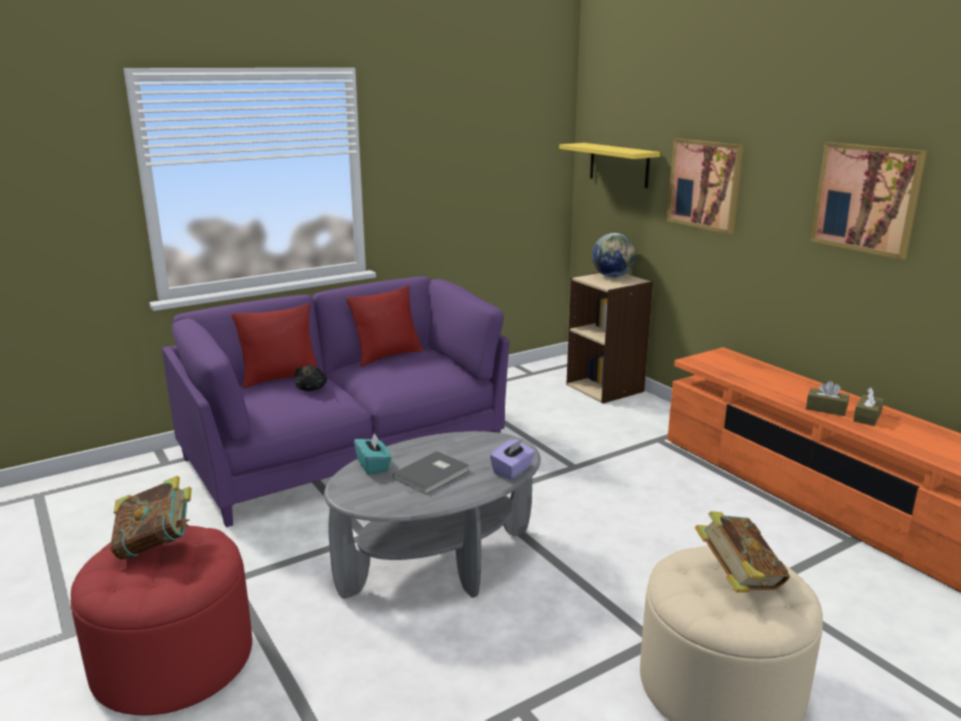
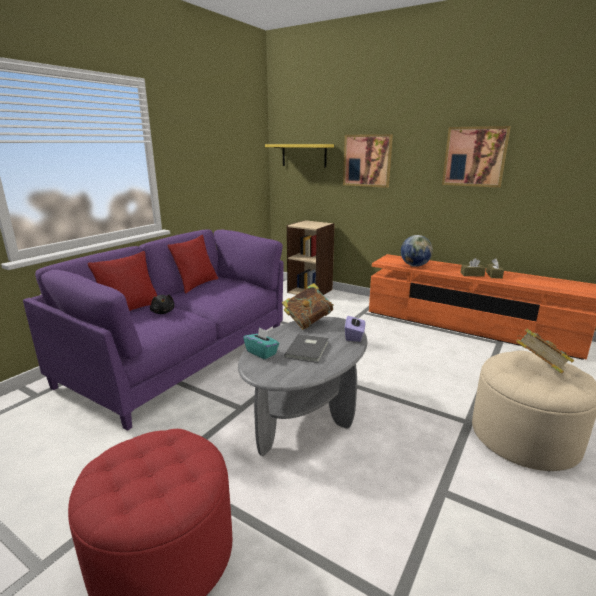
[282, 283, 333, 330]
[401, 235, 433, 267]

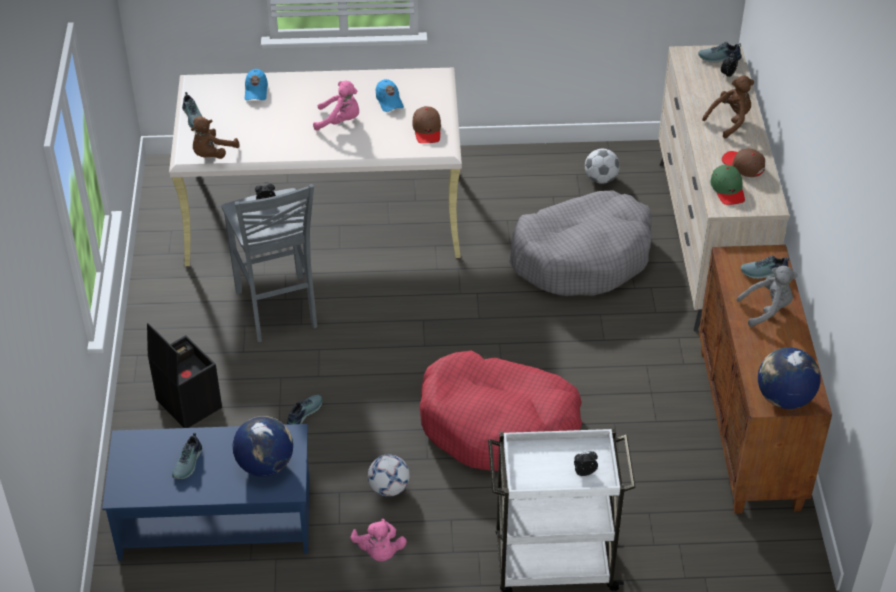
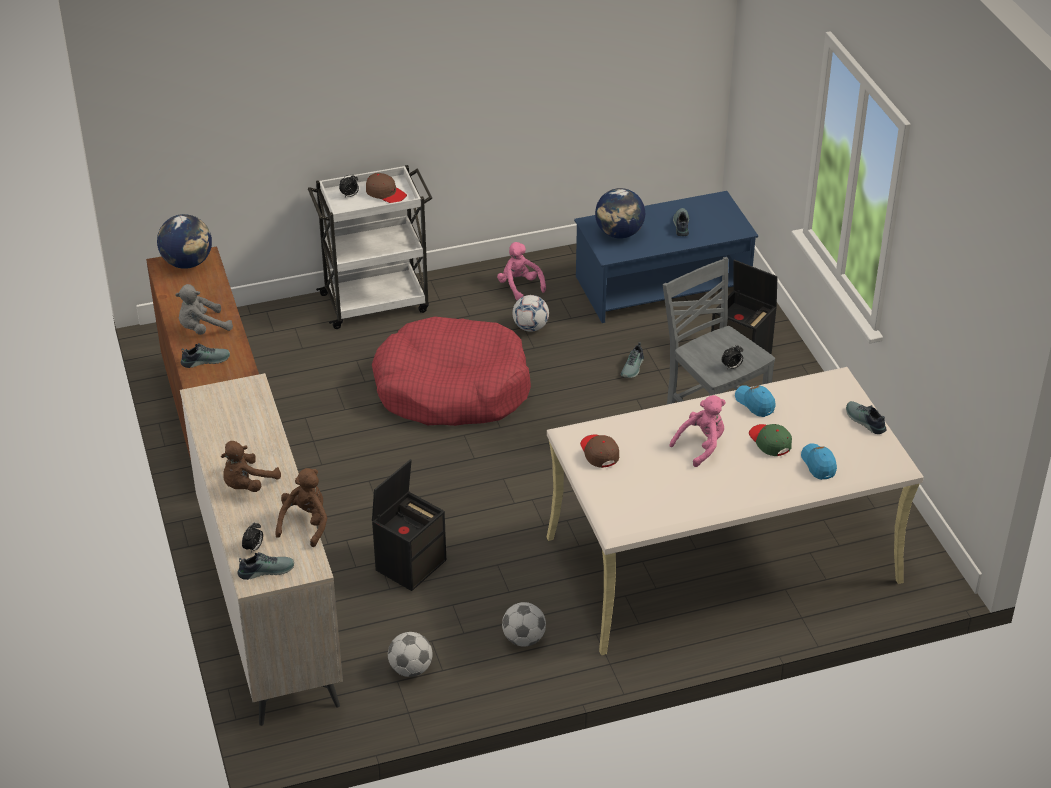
[275, 468, 327, 547]
[366, 173, 407, 203]
[372, 459, 446, 591]
[502, 602, 546, 646]
[669, 395, 726, 467]
[735, 385, 776, 417]
[749, 424, 792, 456]

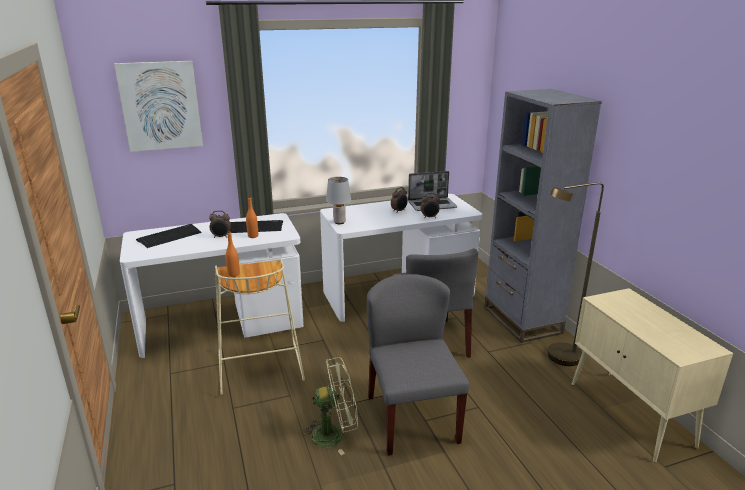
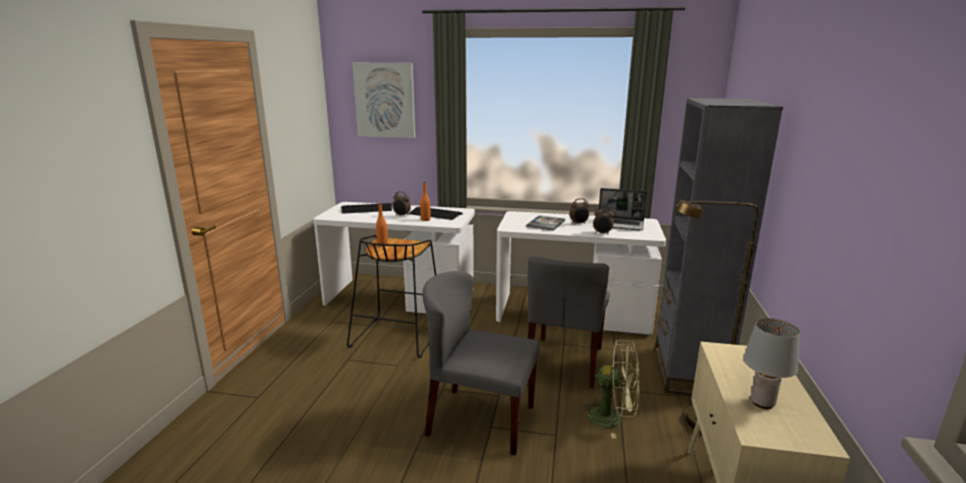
[347, 235, 436, 358]
[422, 271, 540, 456]
[526, 215, 565, 231]
[580, 340, 640, 439]
[743, 318, 800, 409]

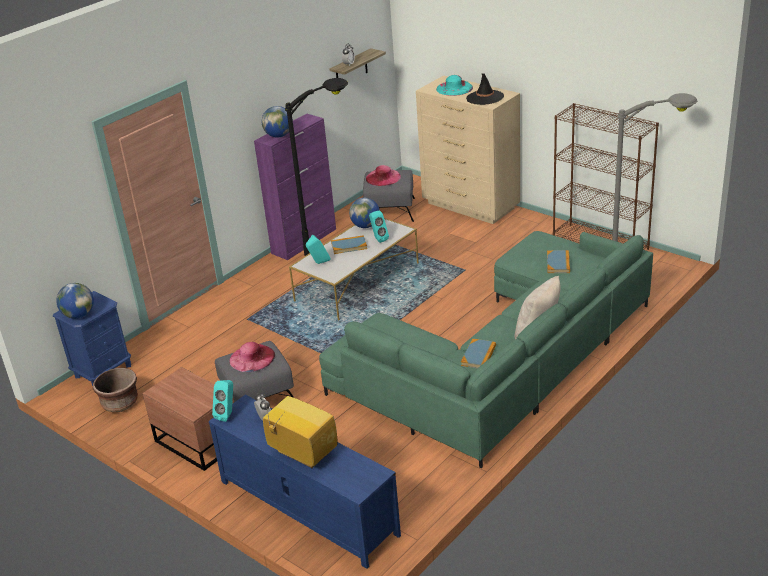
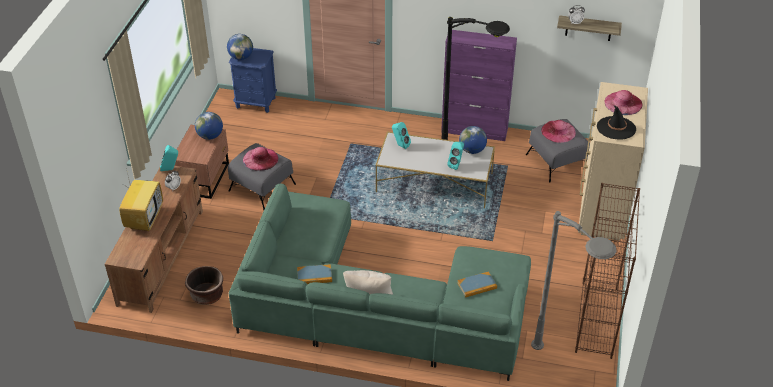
[105, 166, 203, 313]
[185, 266, 223, 305]
[195, 112, 223, 140]
[604, 90, 642, 115]
[331, 235, 367, 254] (first image)

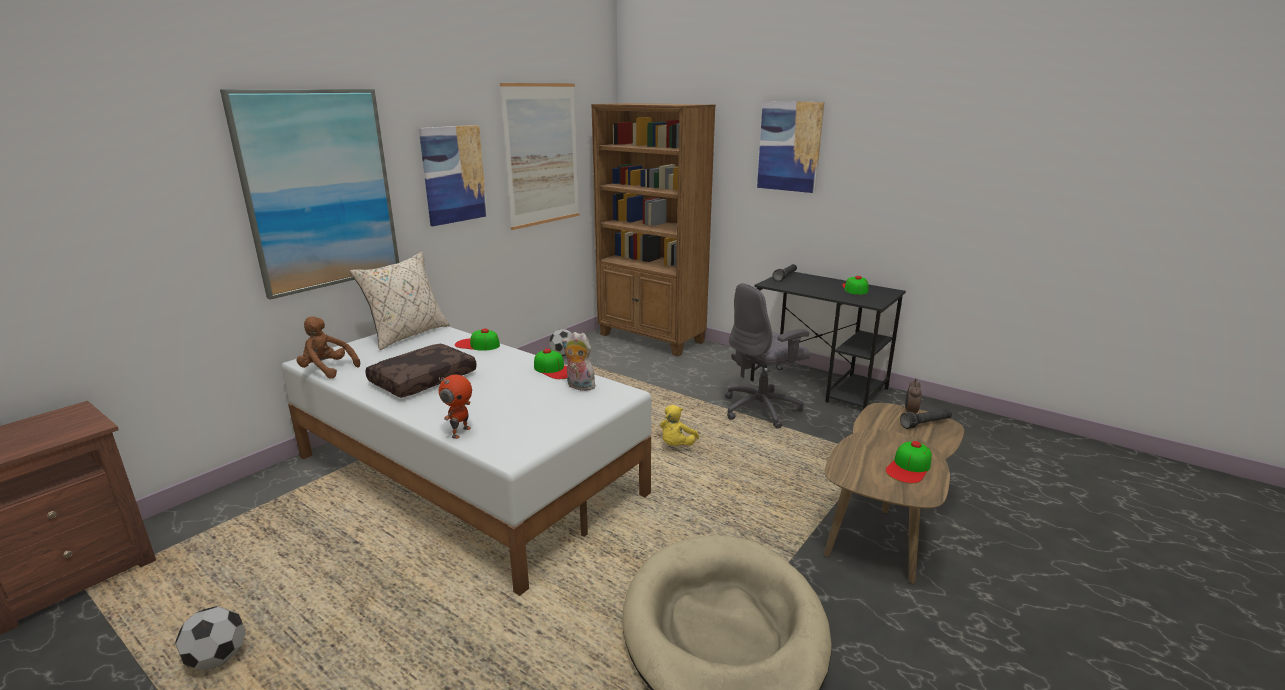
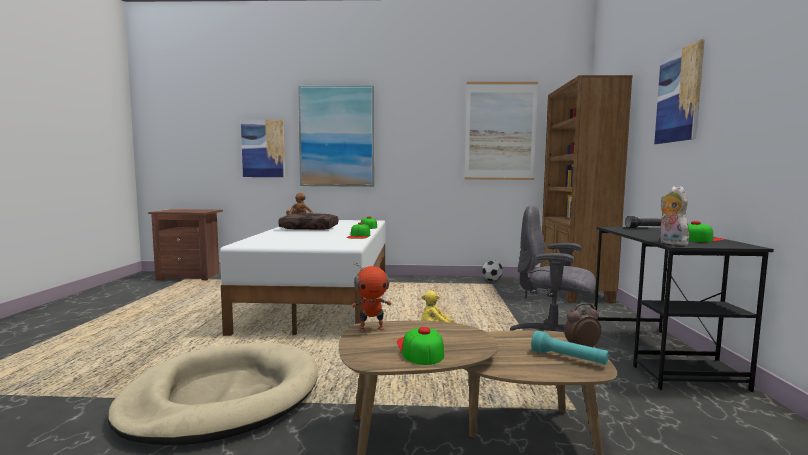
[241, 120, 285, 177]
[351, 261, 392, 332]
[397, 327, 444, 365]
[531, 330, 609, 365]
[660, 186, 689, 246]
[175, 606, 246, 671] (first image)
[350, 252, 450, 350] (first image)

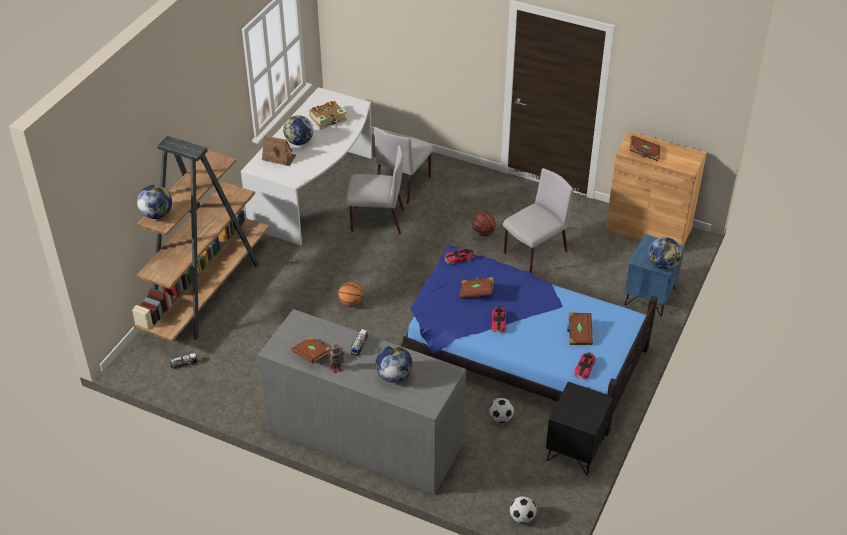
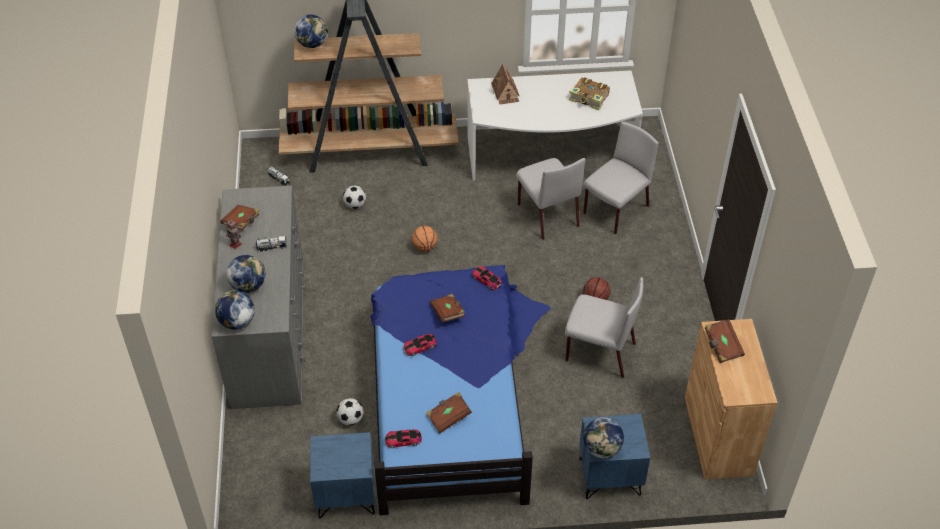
[214, 290, 255, 329]
[310, 432, 375, 518]
[343, 186, 366, 209]
[583, 122, 658, 234]

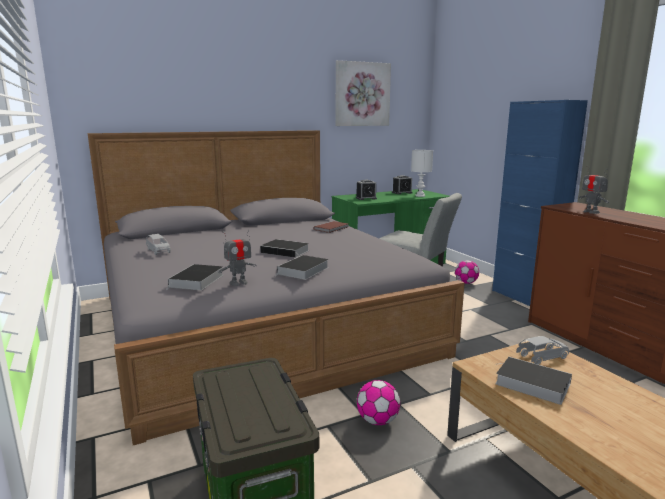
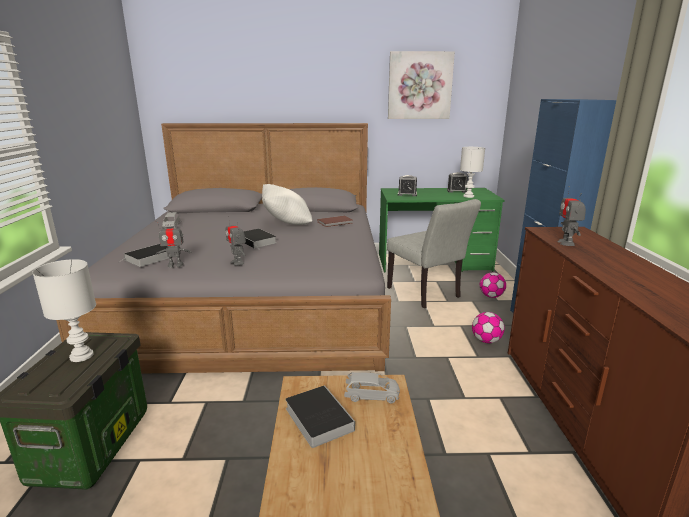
[32, 259, 96, 362]
[226, 216, 246, 265]
[262, 184, 312, 225]
[472, 312, 505, 343]

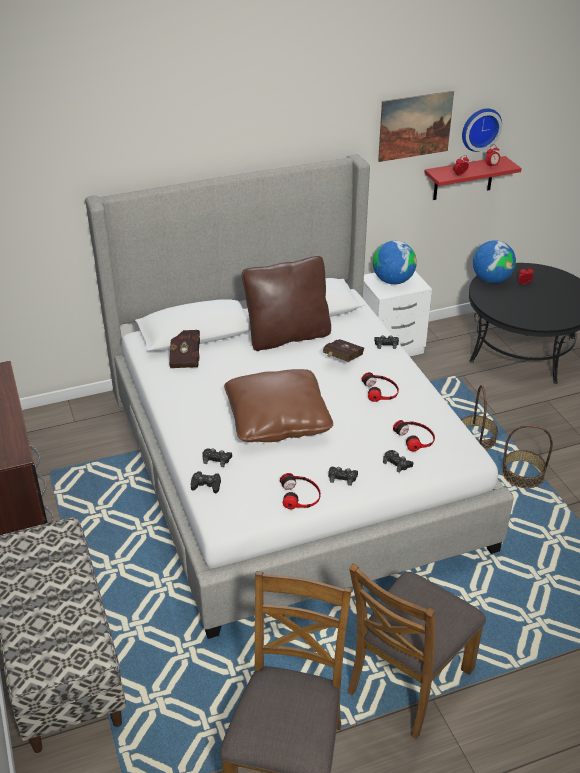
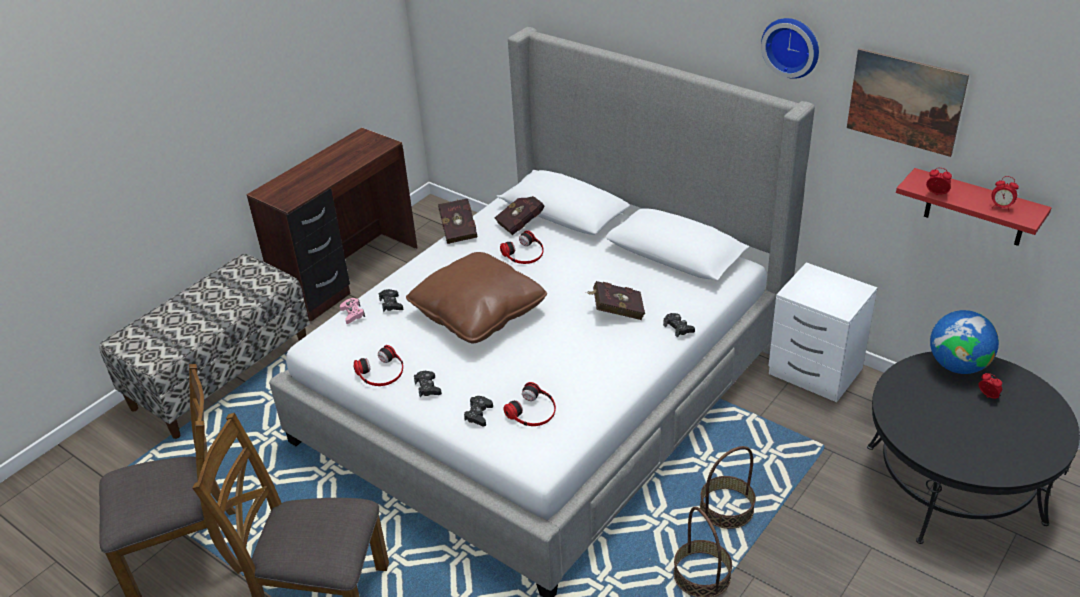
[340, 298, 365, 324]
[438, 198, 477, 244]
[500, 230, 544, 264]
[761, 18, 819, 79]
[242, 256, 331, 351] (first image)
[373, 241, 417, 285] (first image)

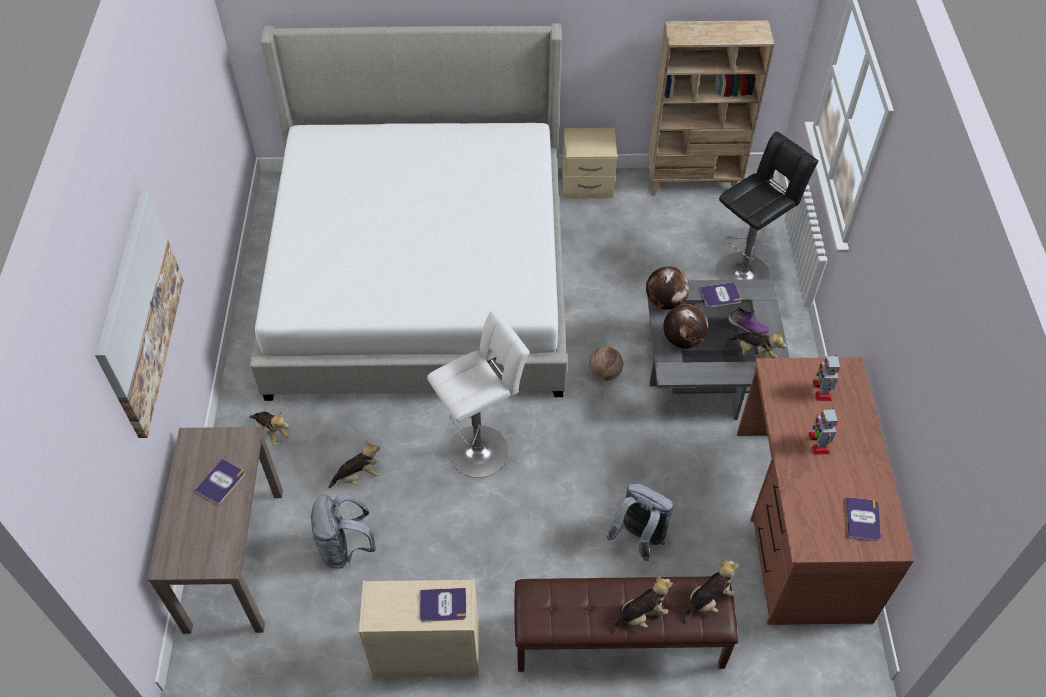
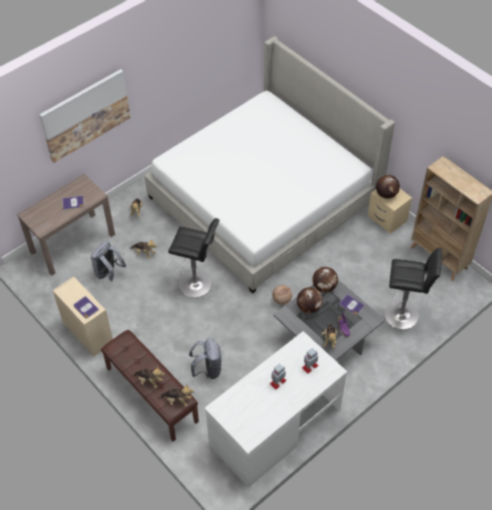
[168, 218, 220, 297]
[205, 331, 347, 488]
[376, 175, 400, 199]
[845, 497, 881, 541] (first image)

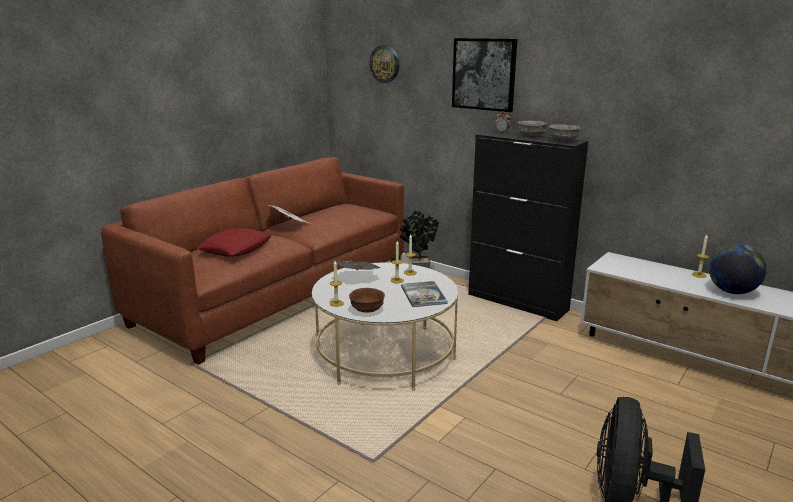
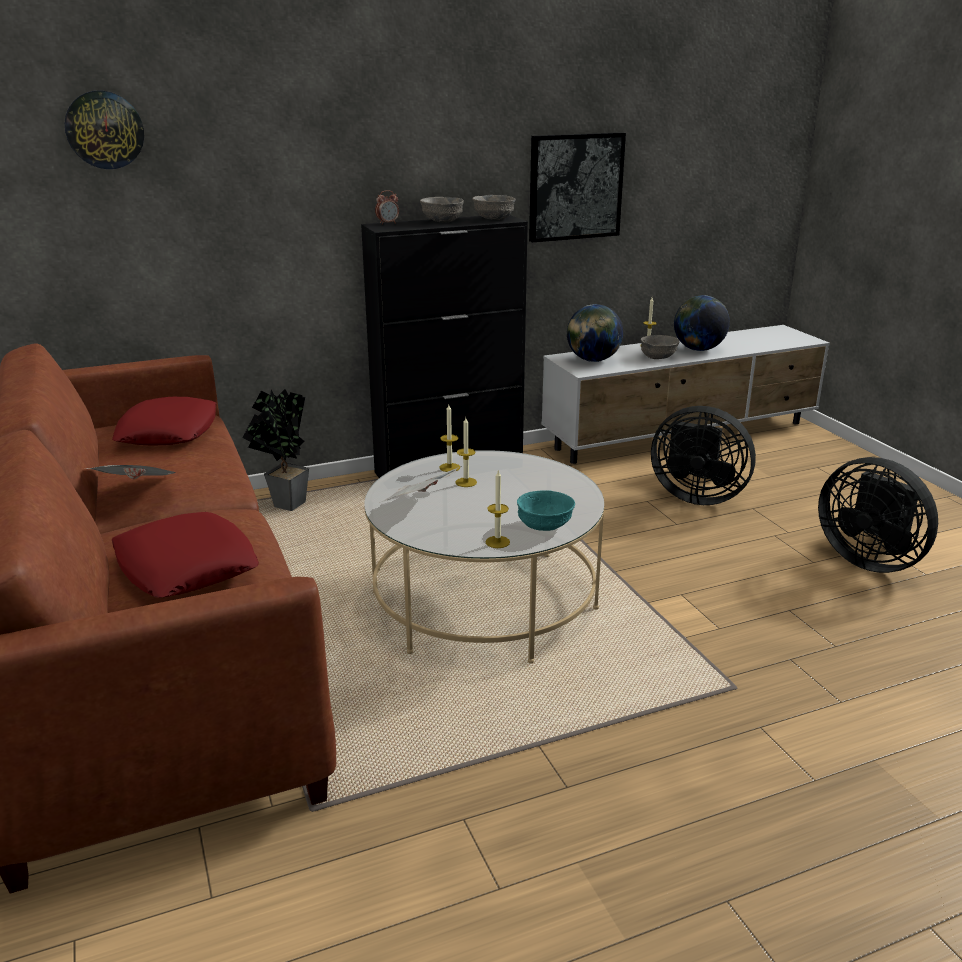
[112, 397, 217, 445]
[517, 490, 575, 531]
[529, 132, 626, 242]
[567, 304, 623, 362]
[641, 335, 680, 359]
[651, 406, 756, 505]
[401, 281, 448, 307] (first image)

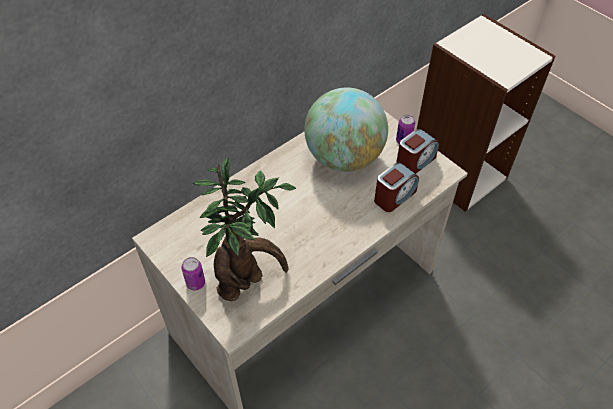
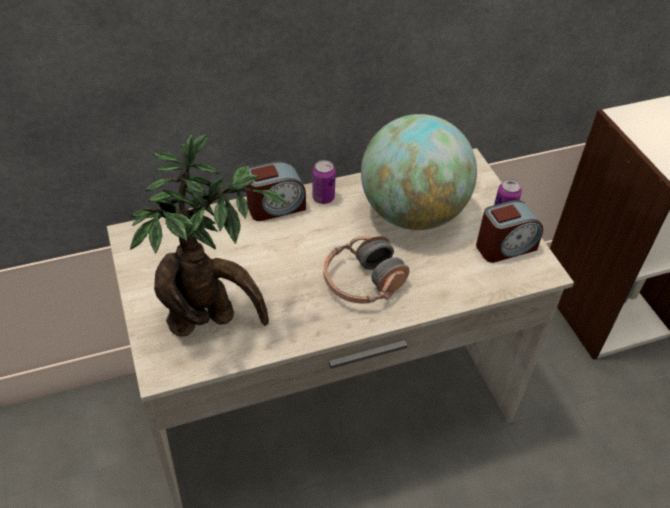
[246, 161, 306, 221]
[313, 160, 336, 204]
[323, 236, 410, 304]

